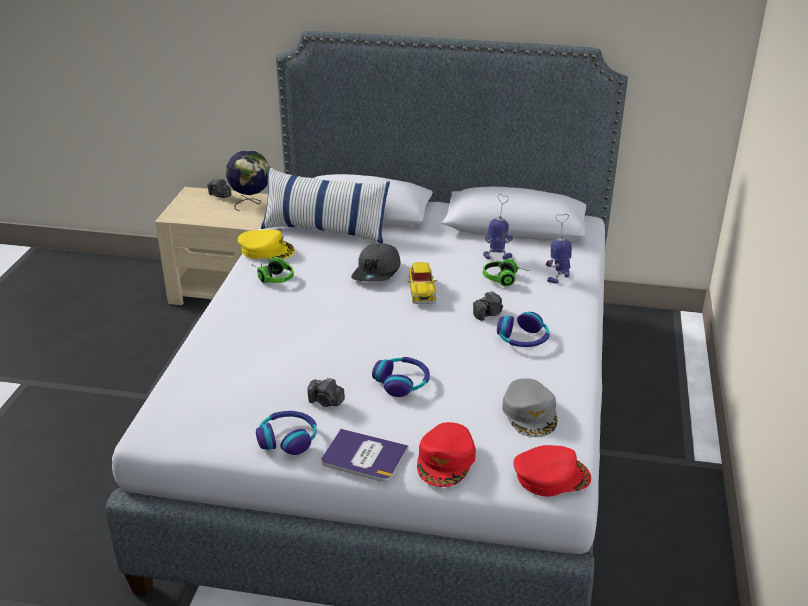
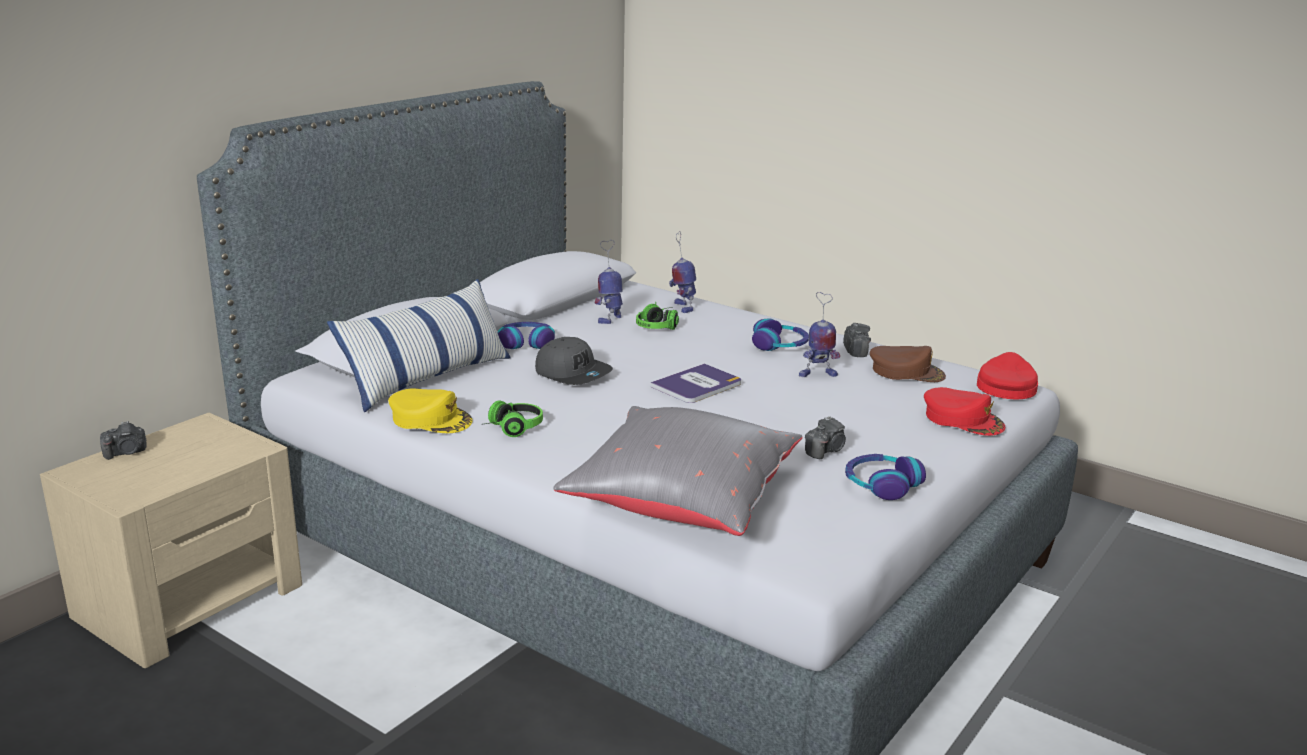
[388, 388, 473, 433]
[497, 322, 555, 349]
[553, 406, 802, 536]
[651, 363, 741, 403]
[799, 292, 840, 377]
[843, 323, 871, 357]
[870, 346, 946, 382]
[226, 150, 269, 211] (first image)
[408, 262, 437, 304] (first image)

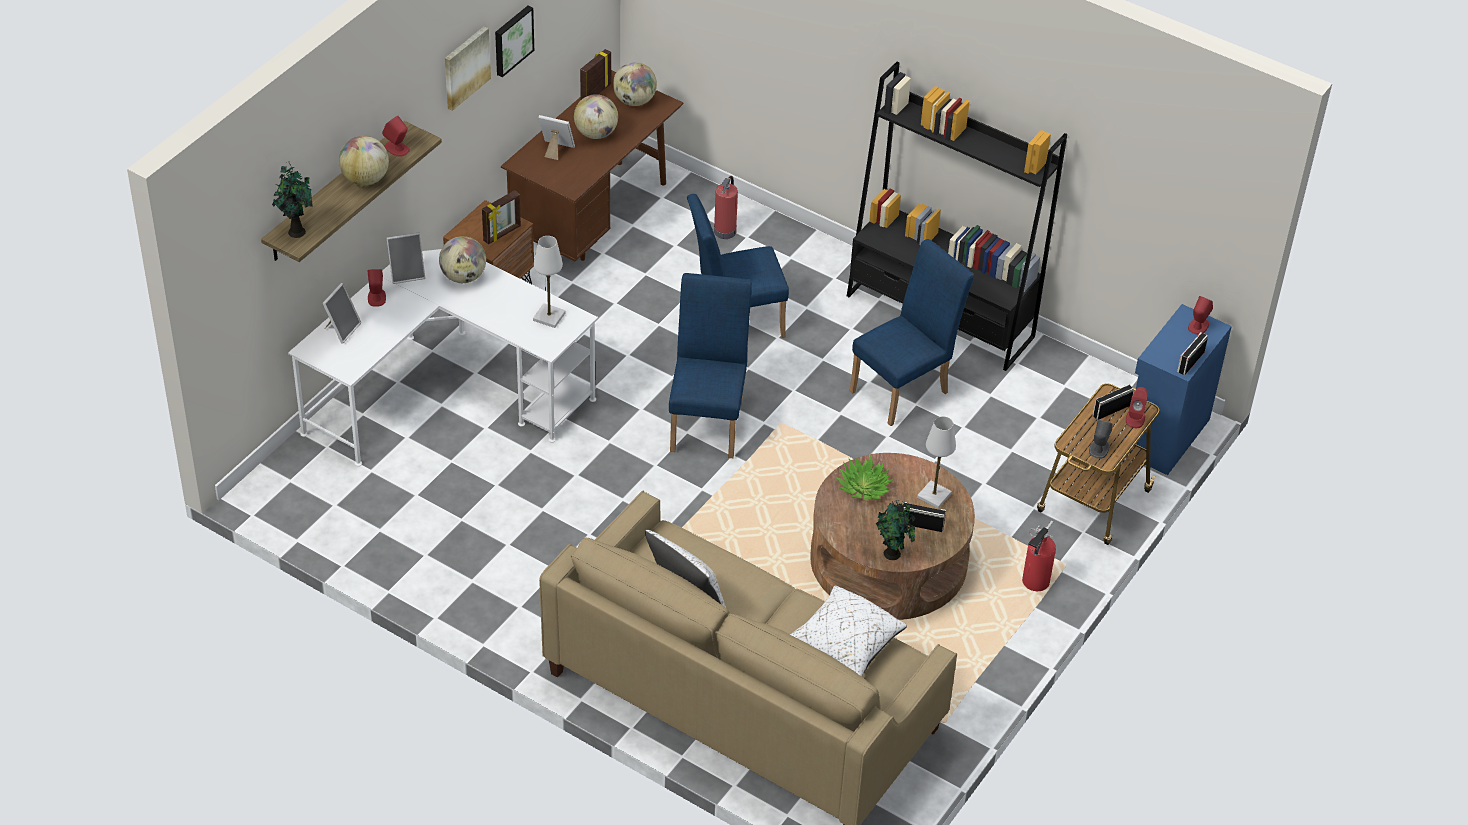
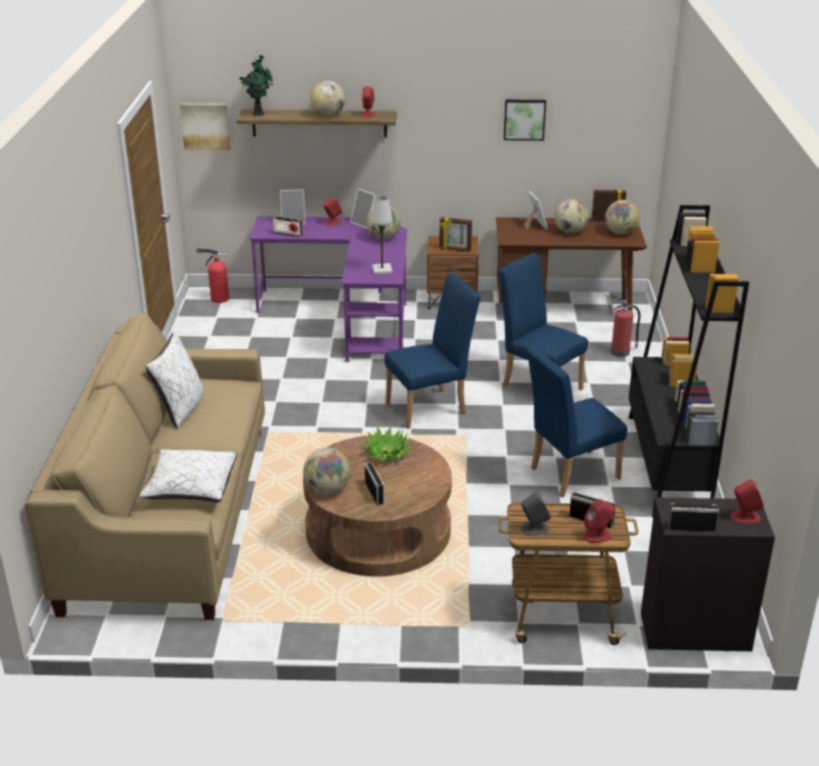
[180, 103, 231, 150]
[196, 249, 229, 303]
[249, 216, 407, 362]
[273, 216, 302, 237]
[303, 448, 351, 495]
[526, 346, 627, 497]
[641, 497, 775, 651]
[917, 416, 956, 509] (first image)

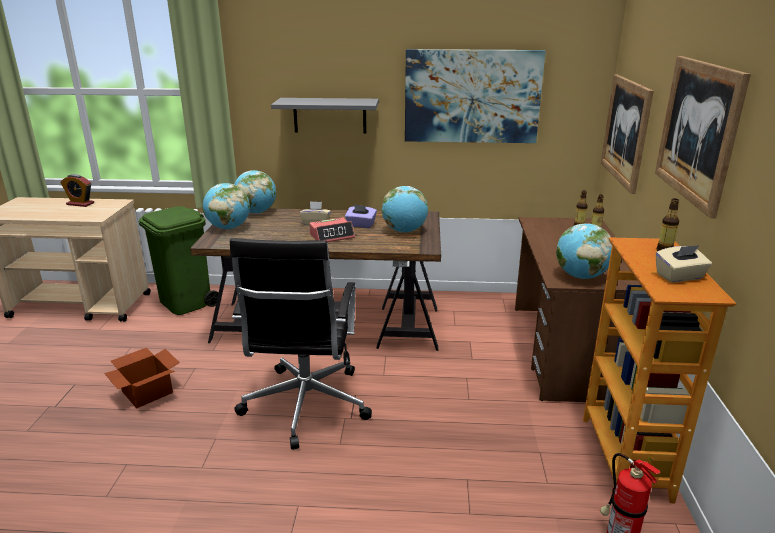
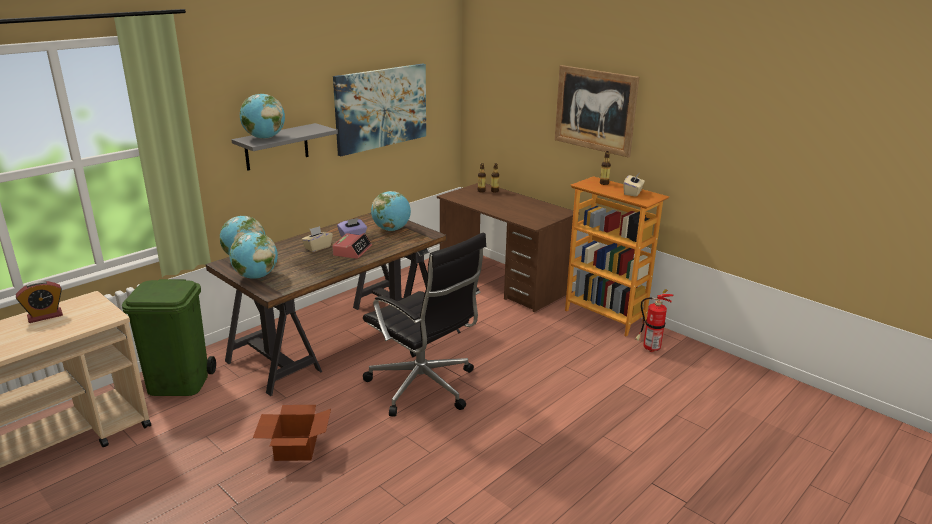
[240, 94, 285, 139]
[601, 75, 654, 194] (first image)

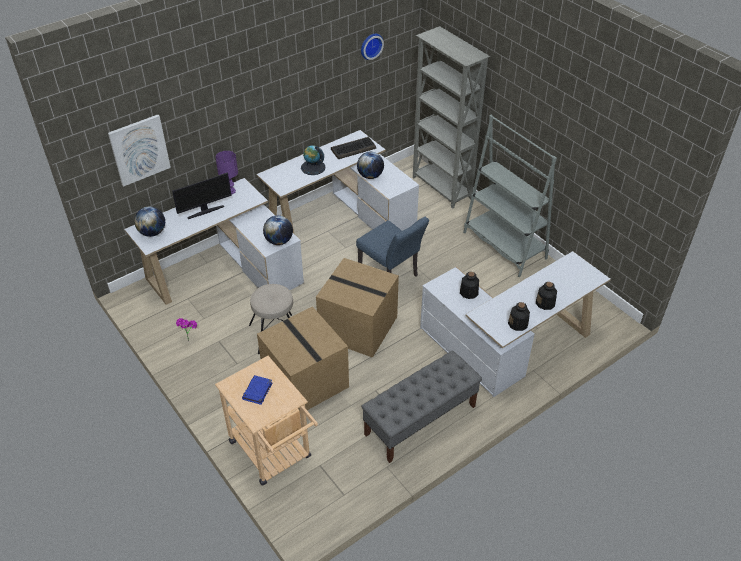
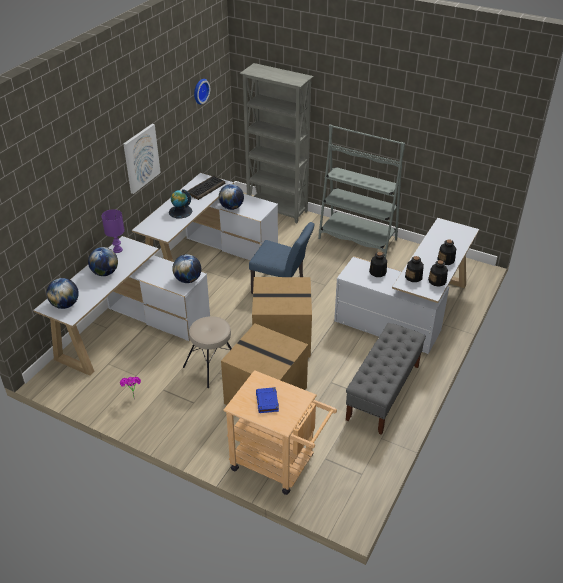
[88, 247, 118, 276]
[123, 124, 161, 194]
[405, 256, 424, 282]

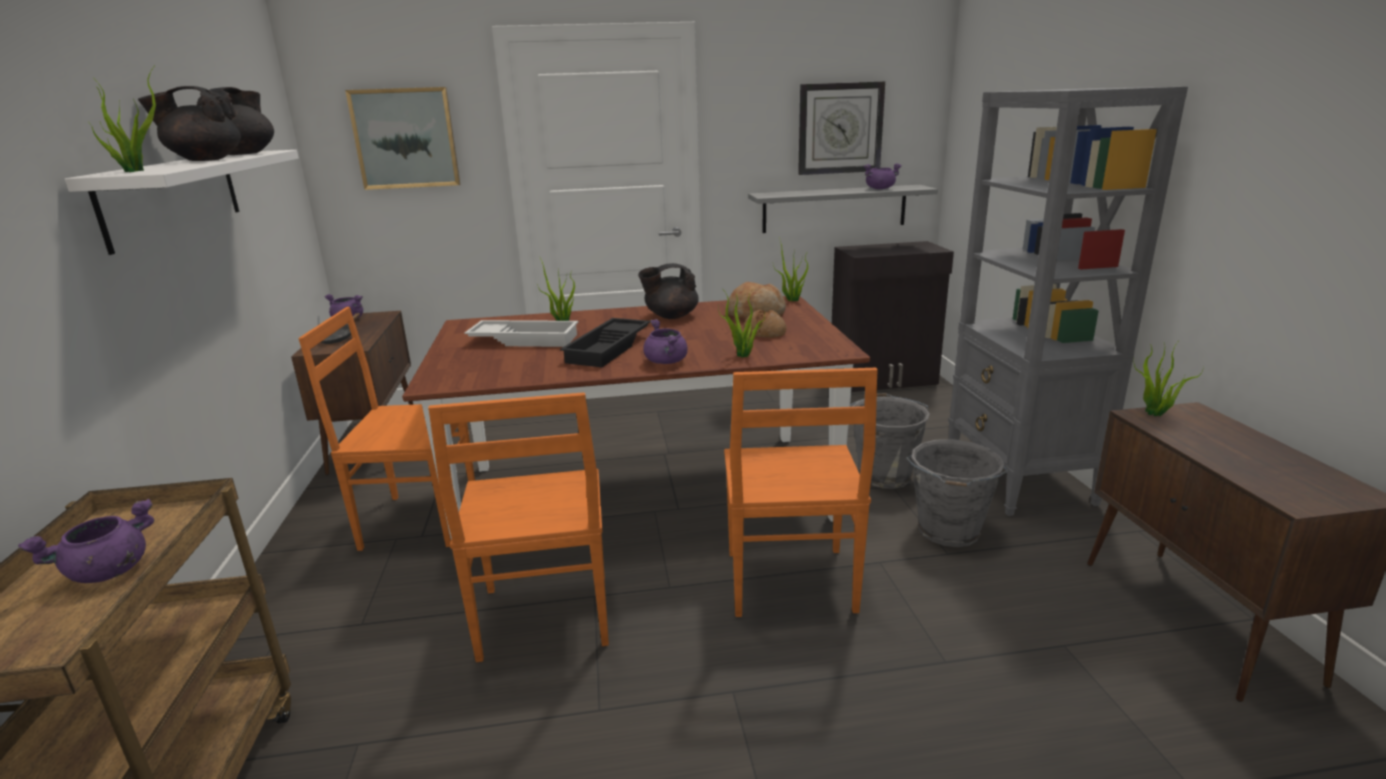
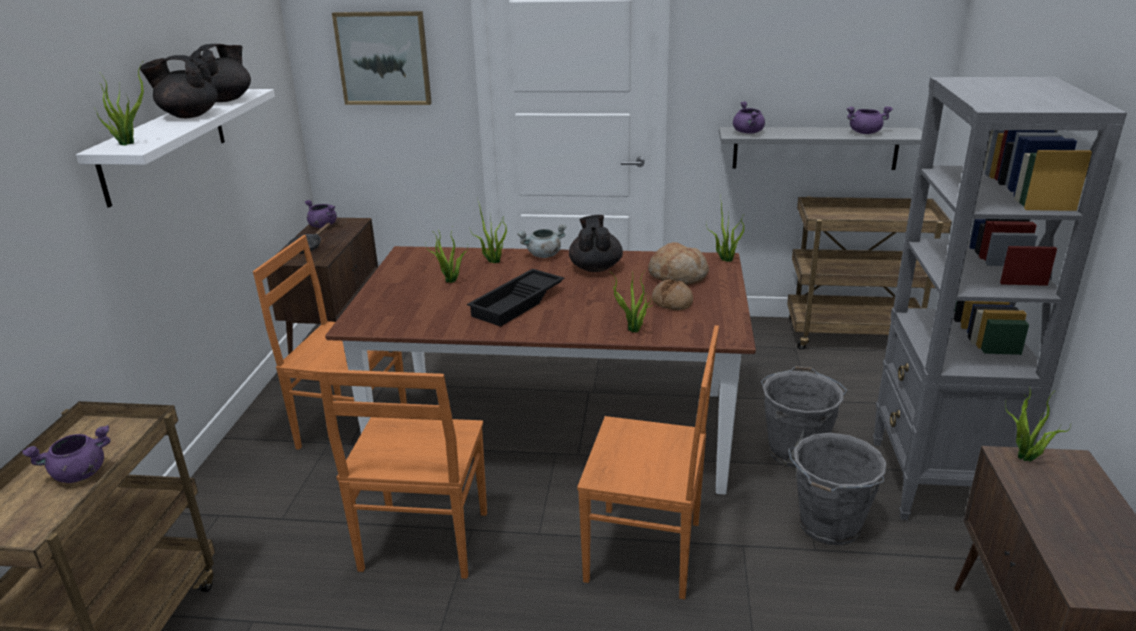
[425, 227, 468, 283]
[517, 224, 567, 258]
[569, 215, 623, 272]
[577, 325, 719, 599]
[733, 101, 765, 134]
[787, 196, 952, 350]
[798, 82, 885, 175] (first image)

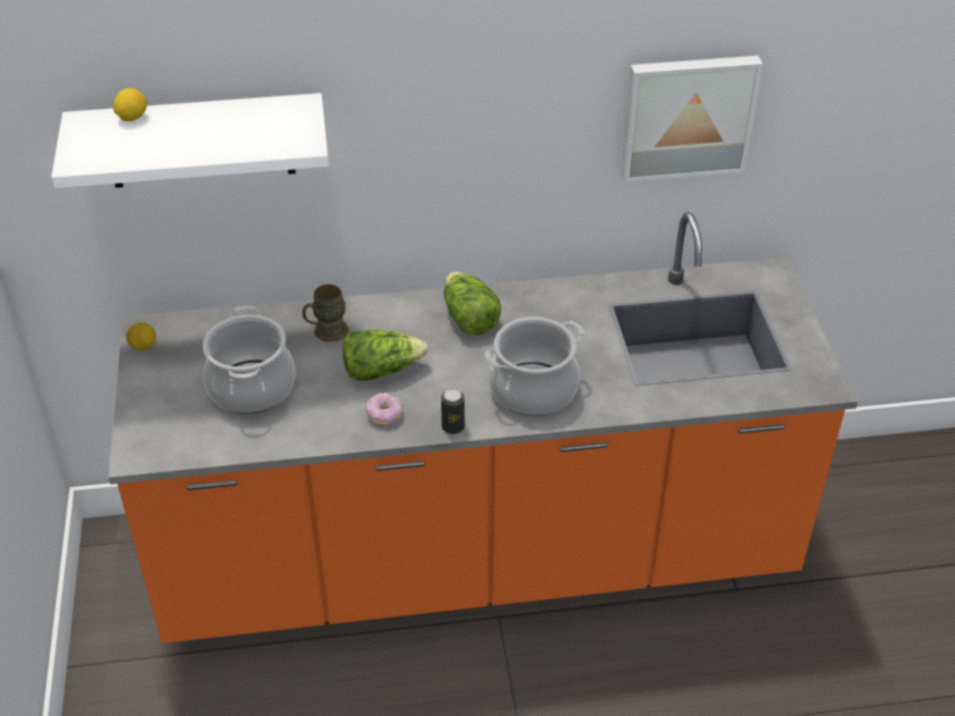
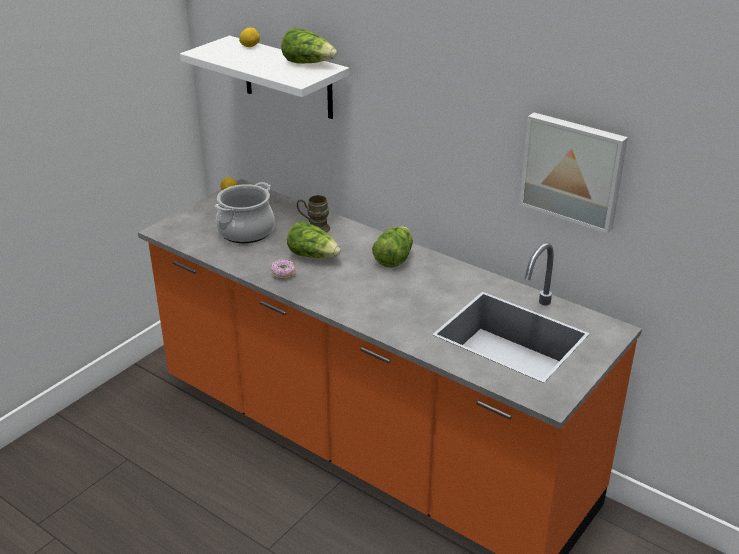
[281, 28, 337, 64]
[441, 388, 465, 434] (first image)
[485, 317, 584, 416] (first image)

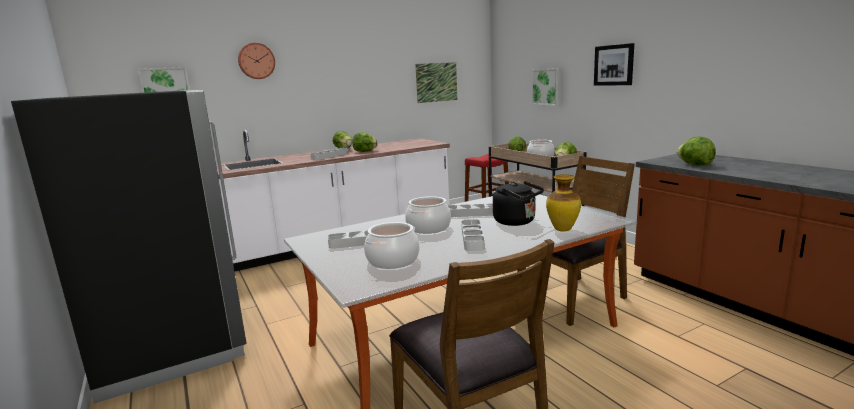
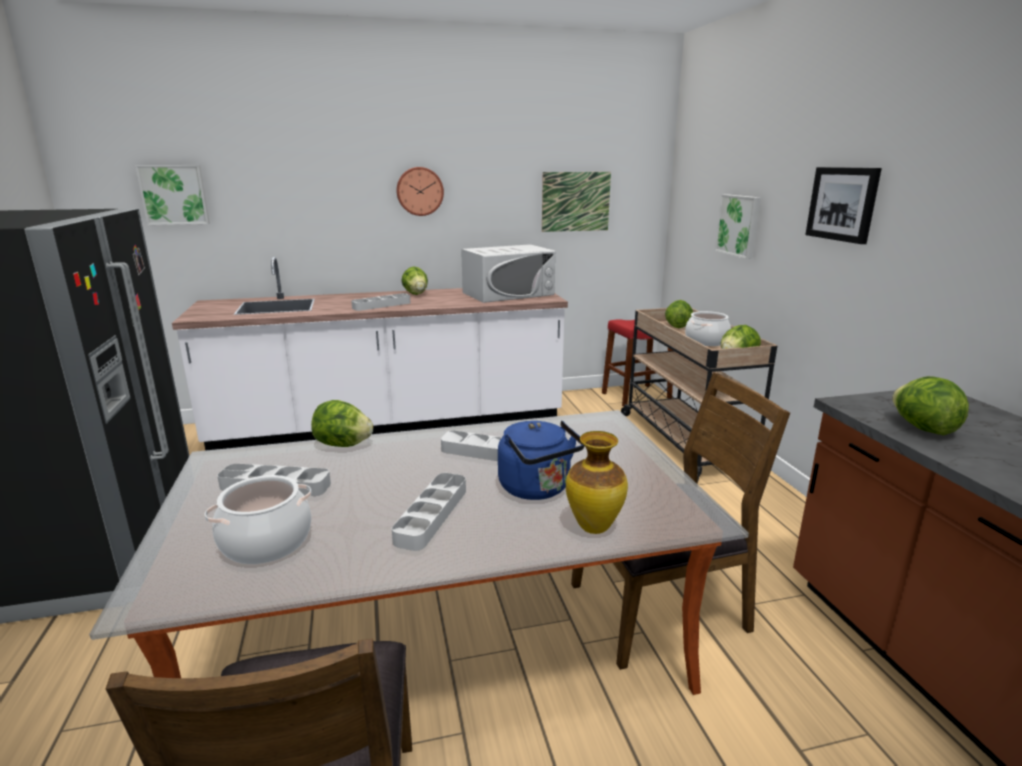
[311, 400, 373, 447]
[396, 167, 444, 216]
[461, 244, 555, 303]
[498, 421, 585, 500]
[405, 196, 451, 234] (first image)

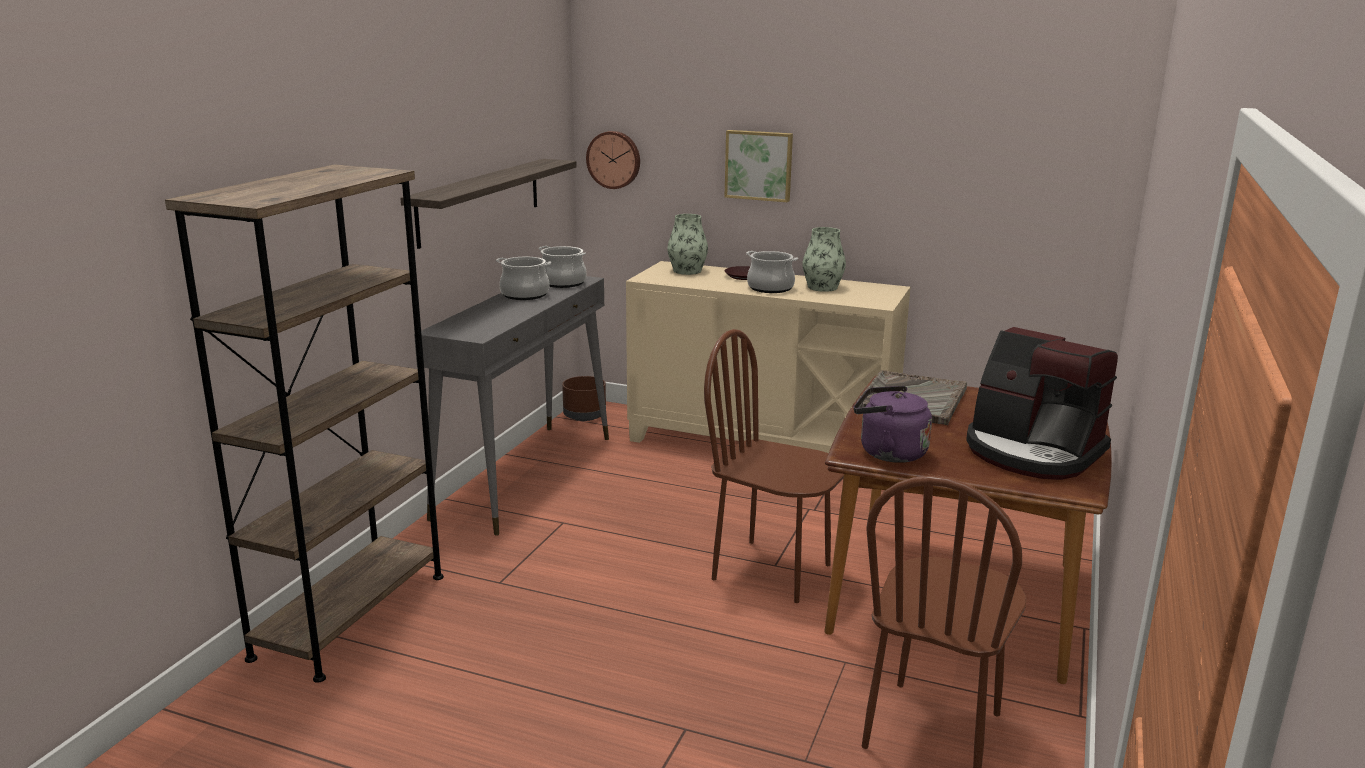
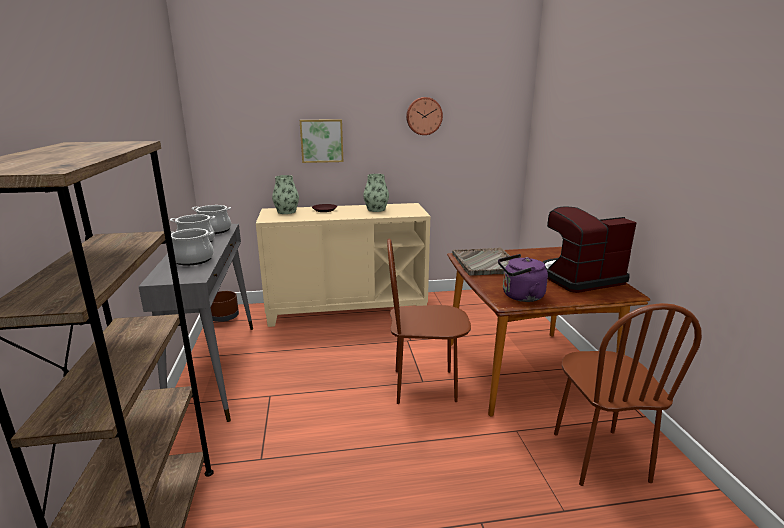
[171, 229, 214, 266]
[406, 97, 443, 135]
[543, 206, 637, 293]
[400, 159, 577, 249] (first image)

